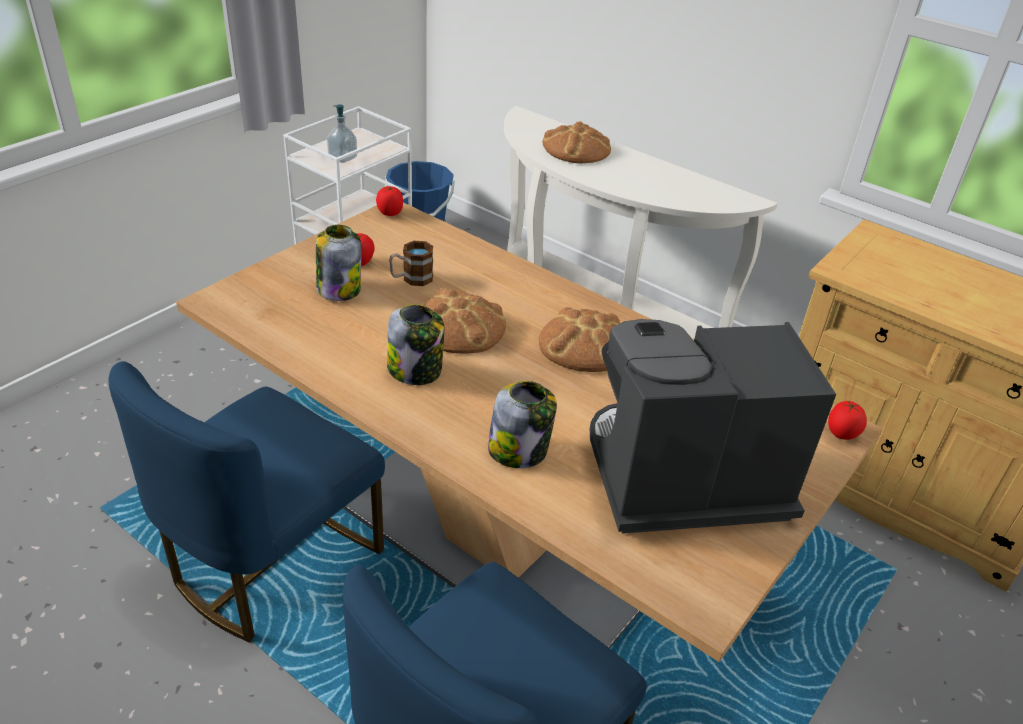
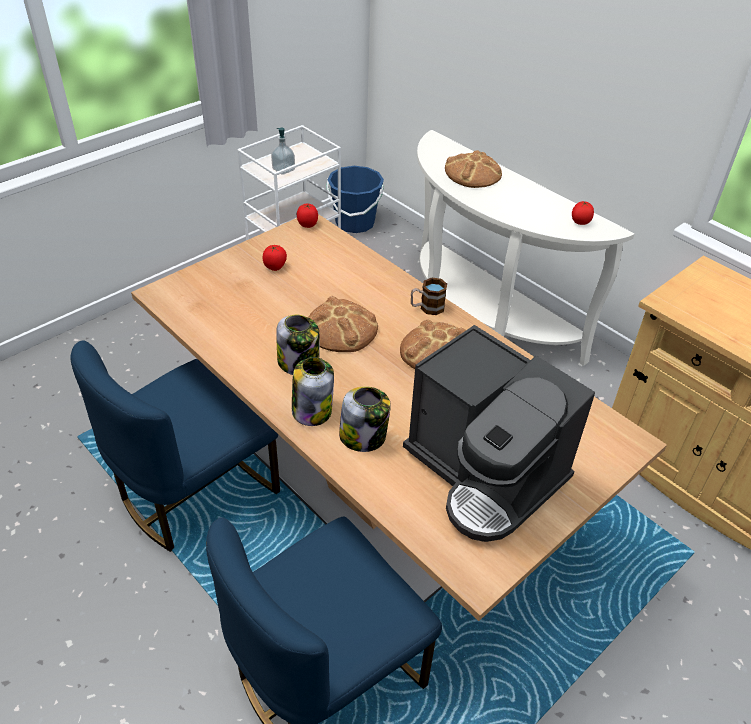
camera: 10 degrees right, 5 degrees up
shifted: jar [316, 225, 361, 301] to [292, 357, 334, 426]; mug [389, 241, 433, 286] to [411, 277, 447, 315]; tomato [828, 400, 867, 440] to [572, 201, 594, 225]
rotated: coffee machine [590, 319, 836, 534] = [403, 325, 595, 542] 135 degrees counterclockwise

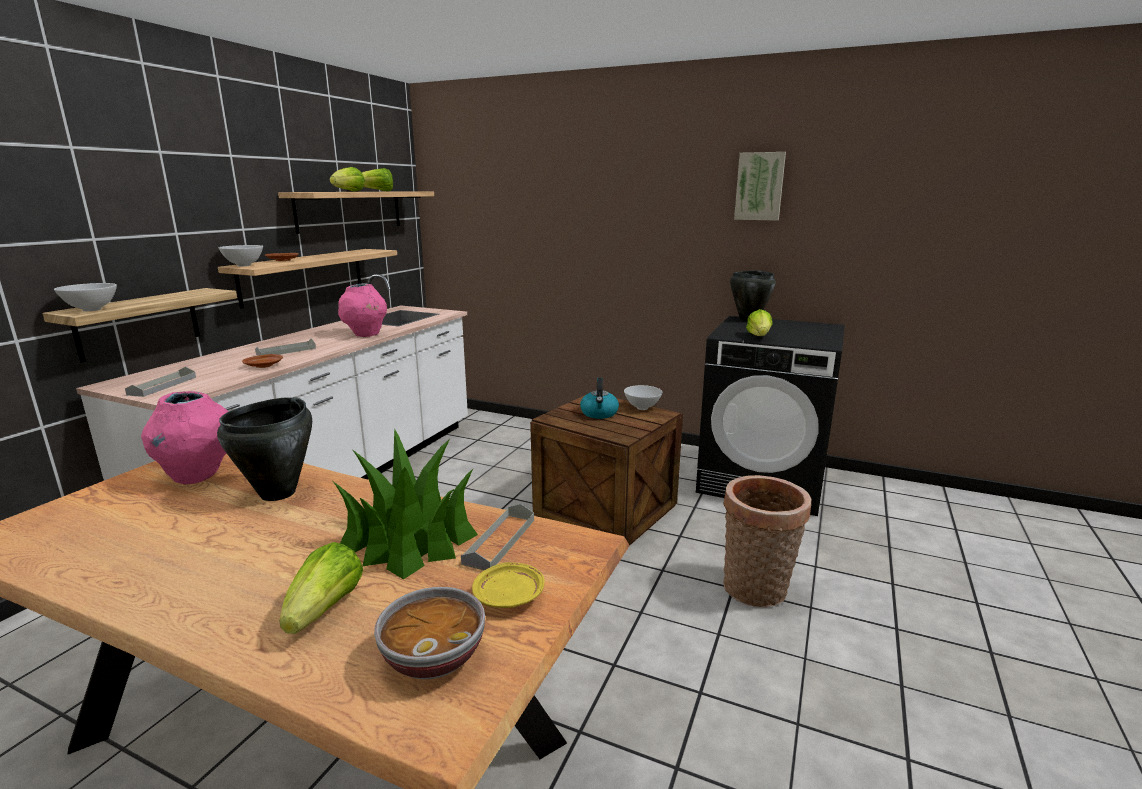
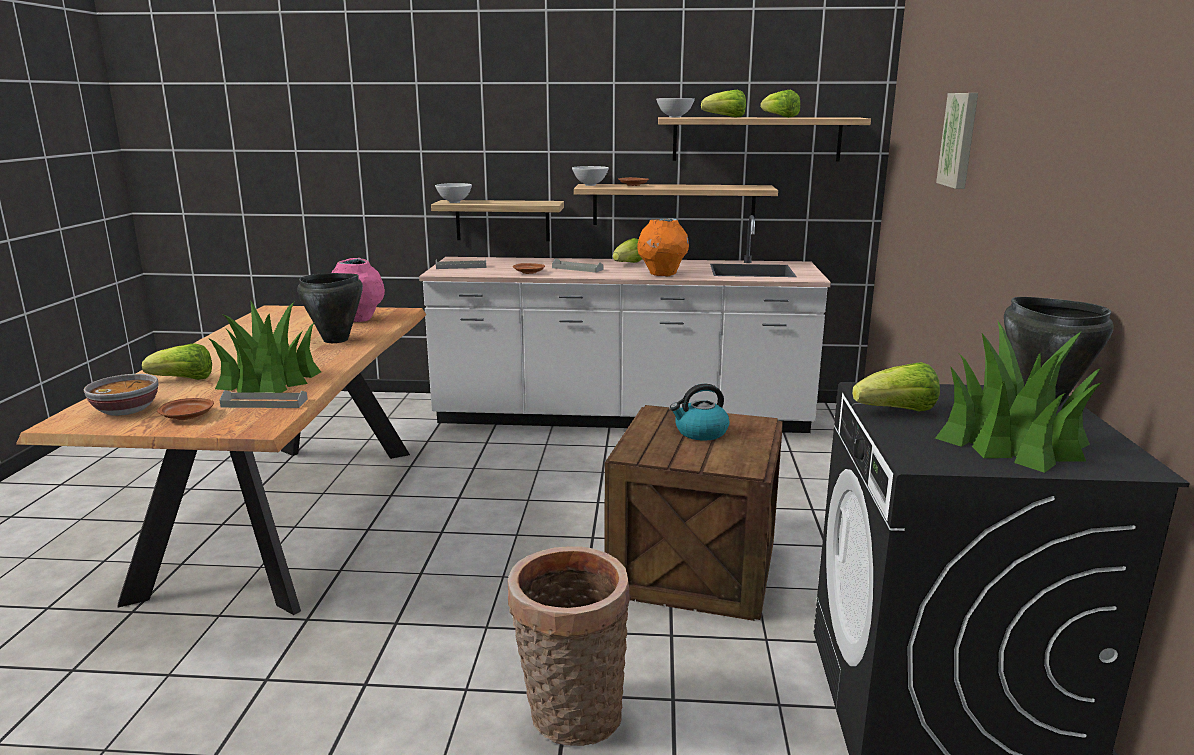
camera: 70 degrees right, 0 degrees up
new: lettuce [613, 238, 642, 263]; potted plant [935, 320, 1103, 473]
shifted: white bowl [624, 385, 662, 410] to [656, 98, 695, 118]; picture [734, 152, 786, 221] to [936, 93, 978, 189]
repainted: pink vase [338, 283, 387, 337] to orange vase [637, 219, 689, 276]; yellow plate [472, 562, 545, 608] to brown plate [157, 398, 214, 420]

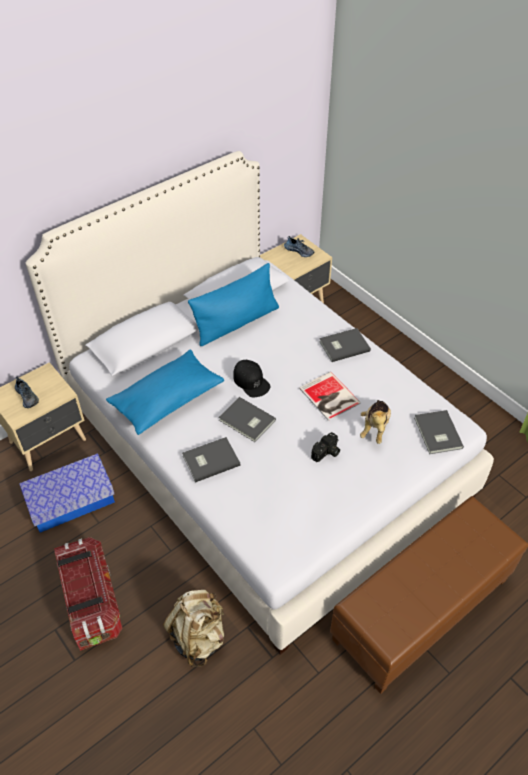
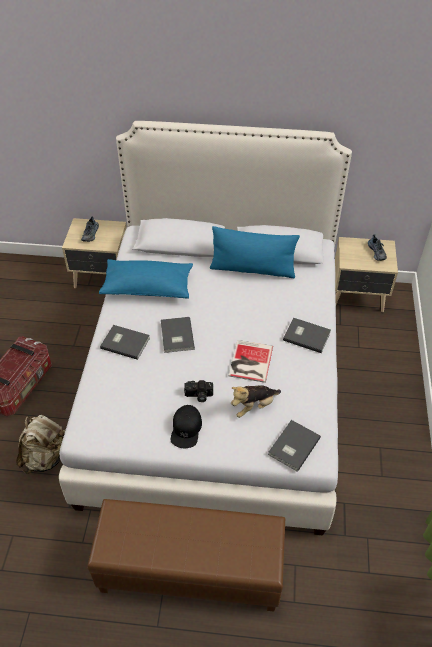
camera: 45 degrees right, 0 degrees up
gone: storage box [19, 453, 115, 533]
shifted: black cap [233, 360, 271, 397] to [171, 405, 202, 448]

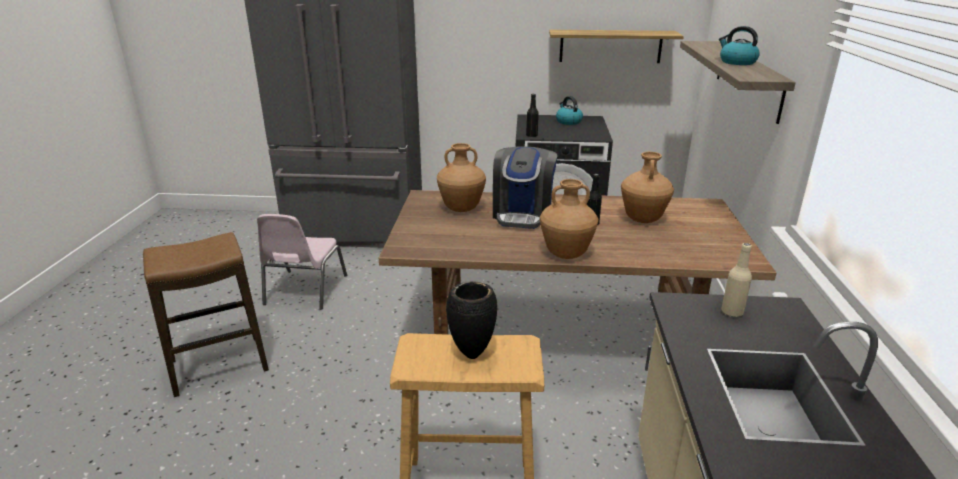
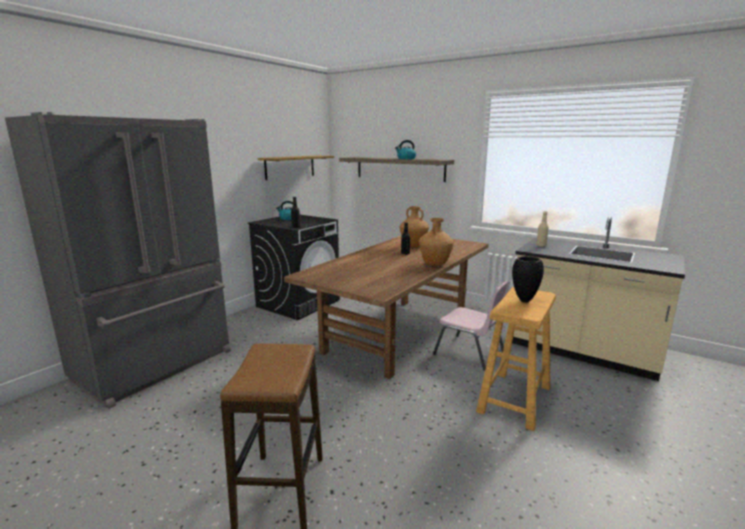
camera: 60 degrees left, 10 degrees down
gone: brown vase [437, 143, 486, 212]; coffee machine [493, 146, 557, 229]
shifted: pink chair [257, 214, 347, 310] to [433, 281, 510, 370]

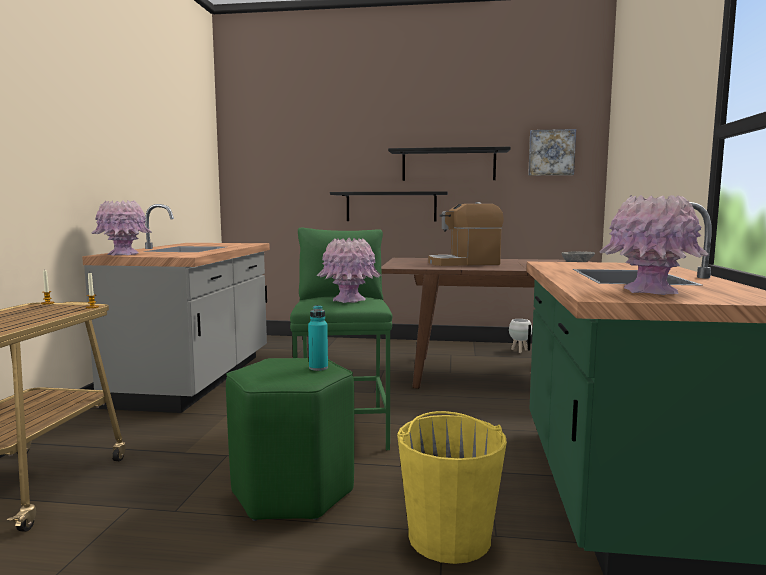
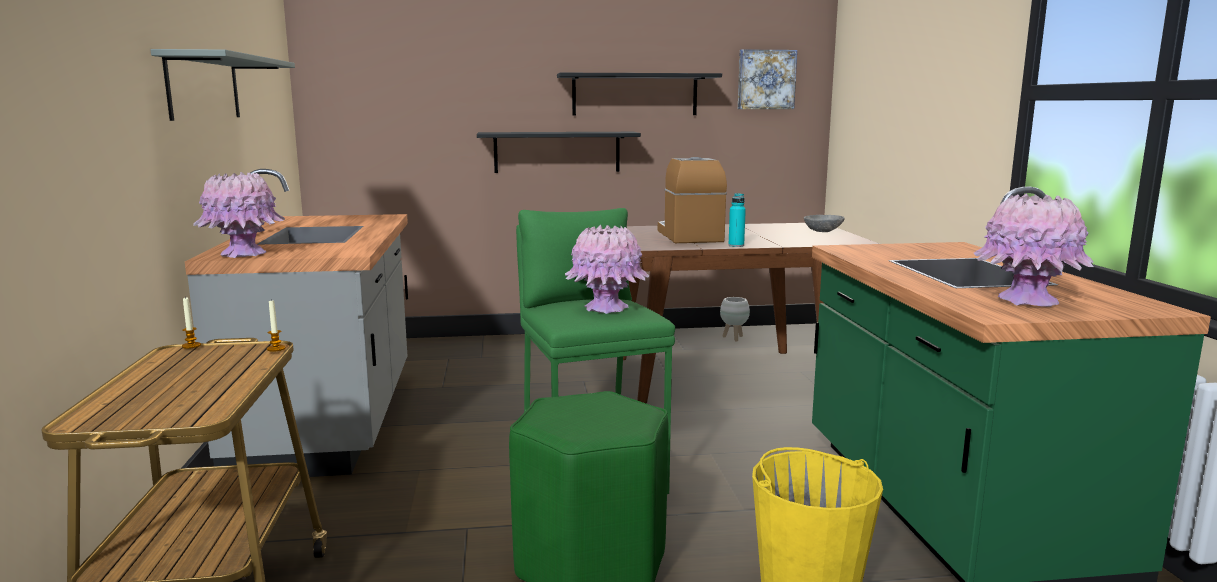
camera: 15 degrees left, 5 degrees up
new: grey shelf [151, 49, 295, 121]
shifted: turquoise bottle [308, 305, 328, 371] to [728, 193, 746, 247]
rotated: coffee machine [428, 202, 504, 266] = [658, 157, 727, 243] 105 degrees clockwise

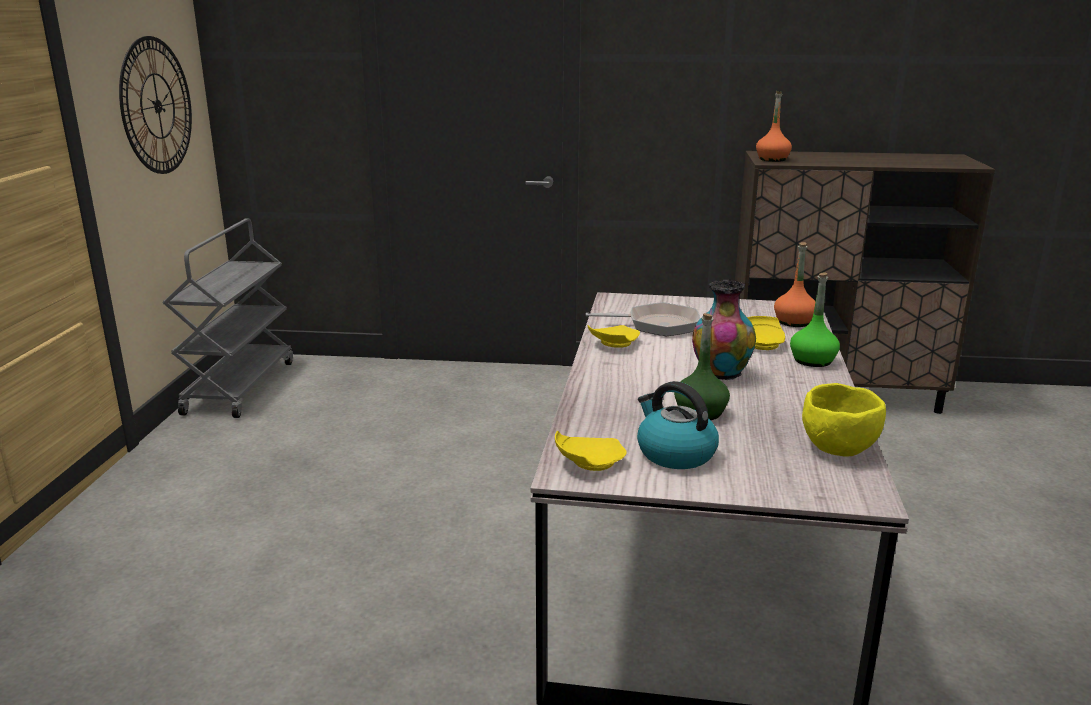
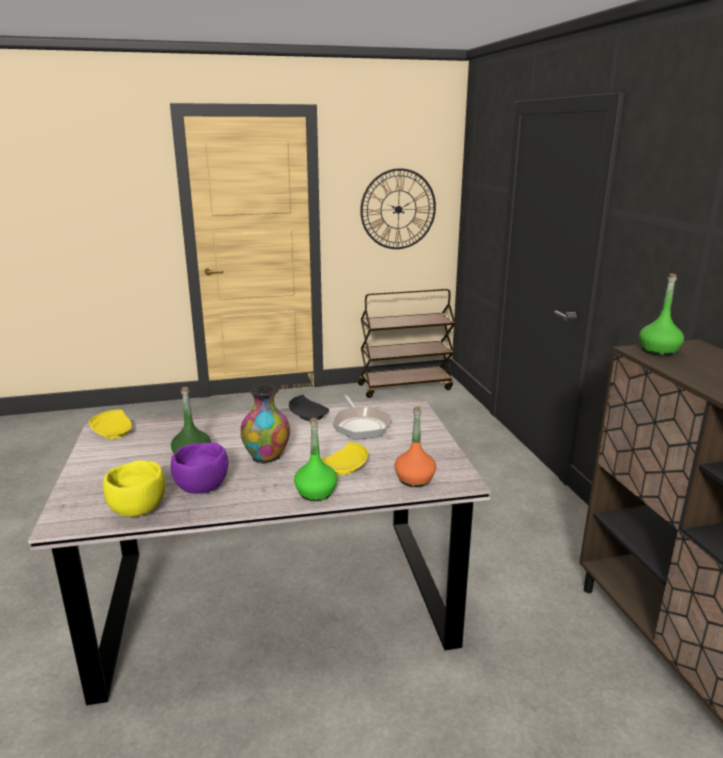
camera: 70 degrees right, 0 degrees up
gone: kettle [637, 381, 719, 469]
new: purple bowl [171, 443, 228, 494]
repainted: grey cart [163, 219, 293, 418] to brown cart [358, 289, 456, 398]; yellow plate [588, 325, 640, 348] to black plate [289, 395, 329, 421]; orange bottle [756, 91, 792, 162] to green bottle [639, 273, 684, 356]

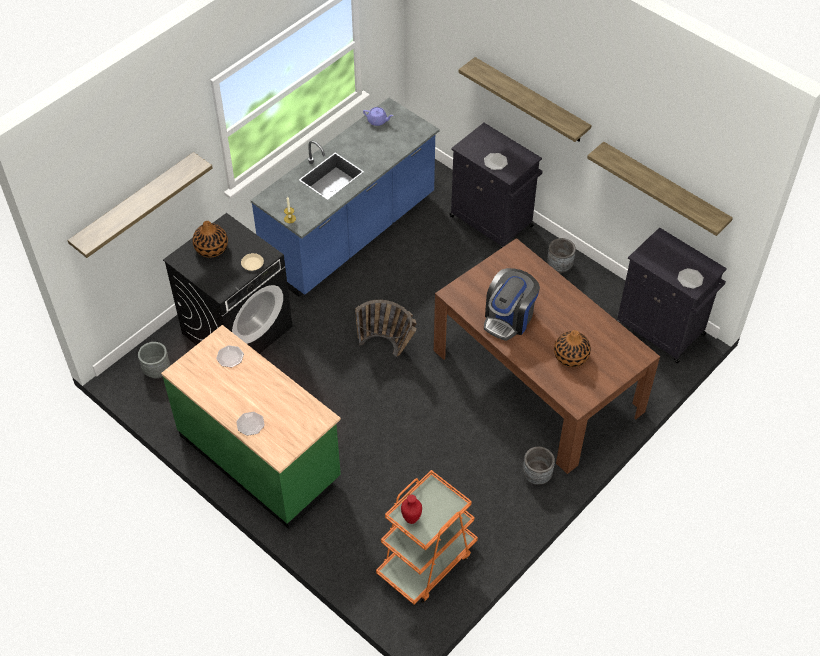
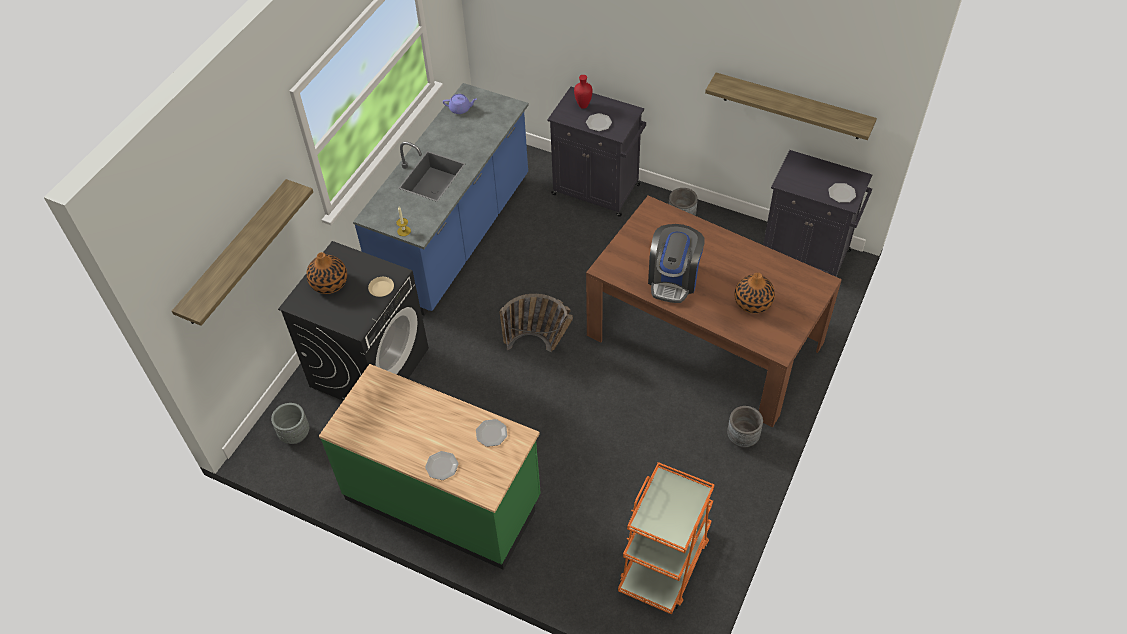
camera: 15 degrees left, 0 degrees up
gone: shelf [458, 57, 592, 142]
shifted: plate [216, 345, 244, 368] to [476, 419, 507, 447]; red vase [401, 494, 422, 524] to [574, 75, 593, 109]

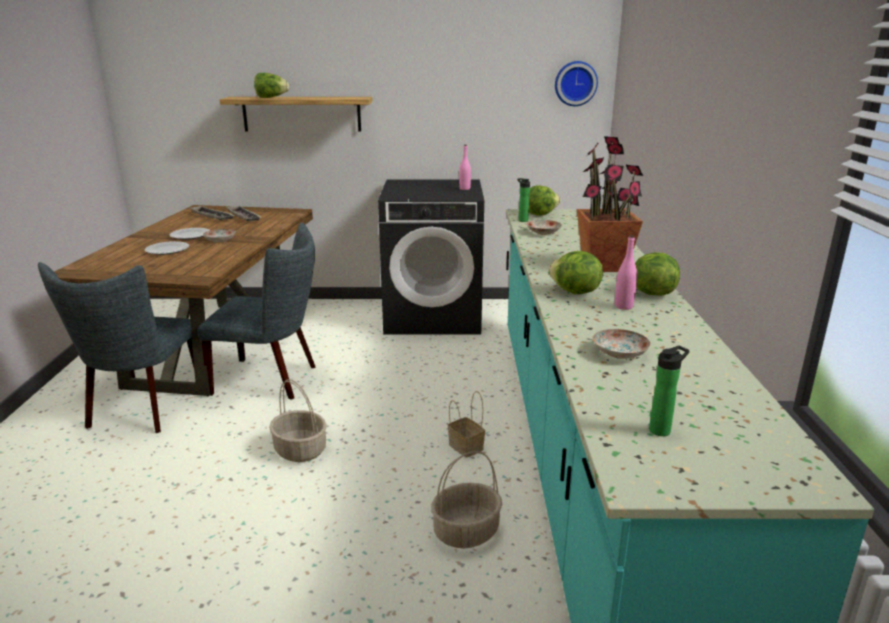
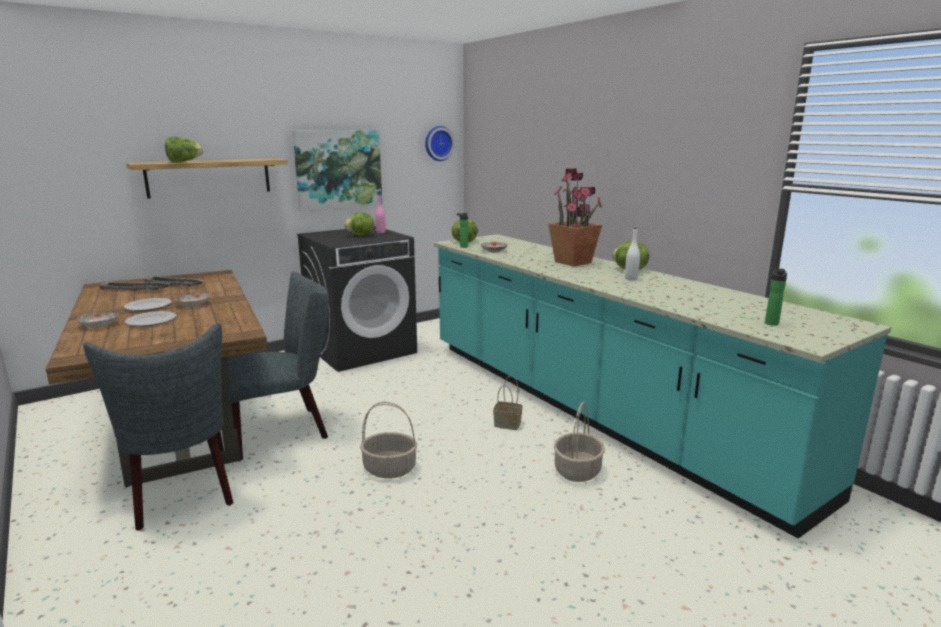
camera: 35 degrees left, 5 degrees down
new: picture [292, 130, 382, 211]
shifted: lettuce [548, 251, 603, 294] to [344, 213, 374, 236]; plate [592, 329, 651, 359] to [76, 311, 118, 328]
repainted: pink bottle [615, 235, 637, 310] to white bottle [625, 228, 640, 280]

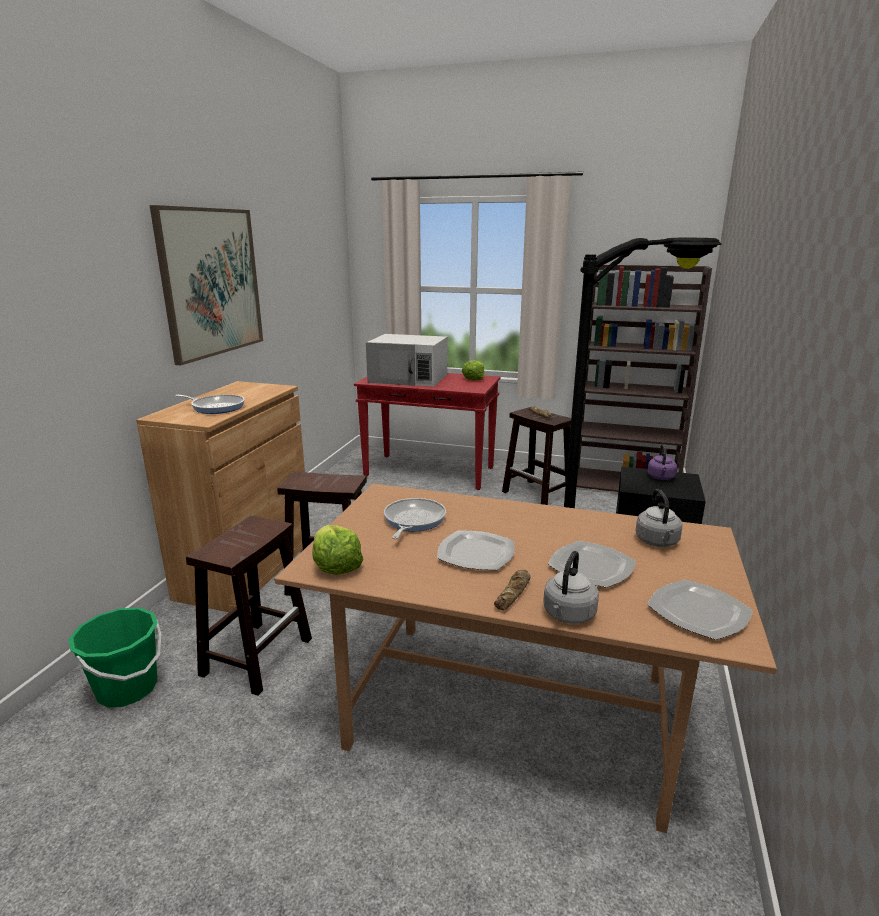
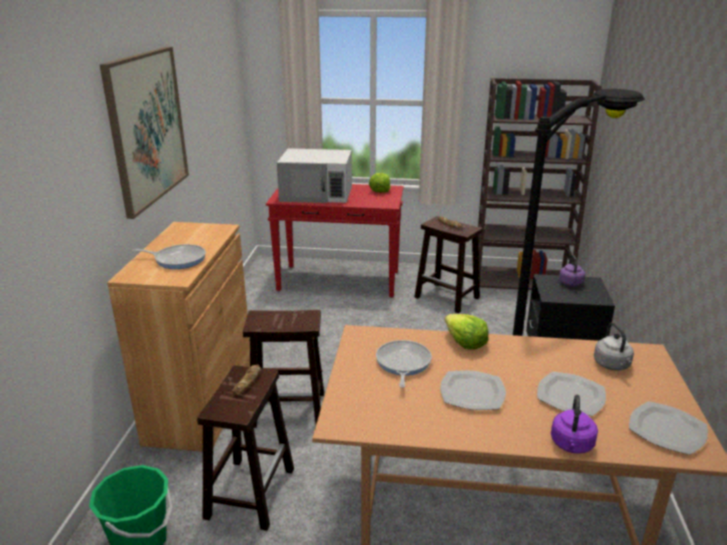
camera: 10 degrees left, 5 degrees up
shifted: lettuce [312, 525, 364, 575] to [445, 314, 489, 350]; bread [494, 570, 530, 610] to [232, 365, 261, 395]
repainted: grey kettle [543, 551, 599, 624] to purple kettle [551, 395, 598, 454]

